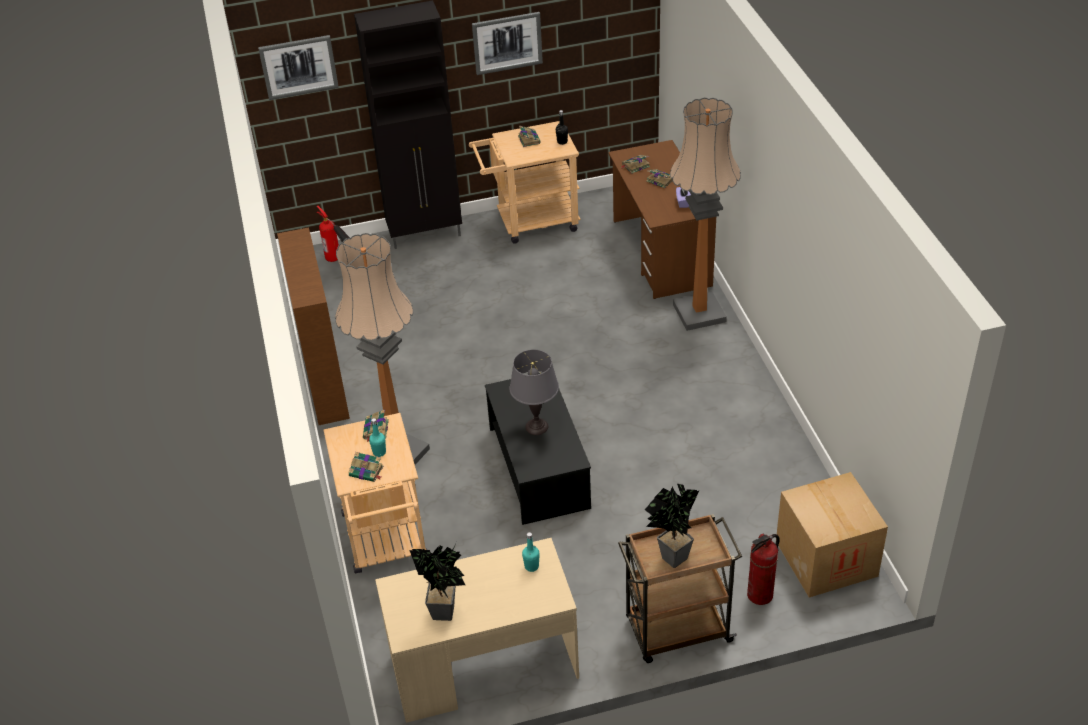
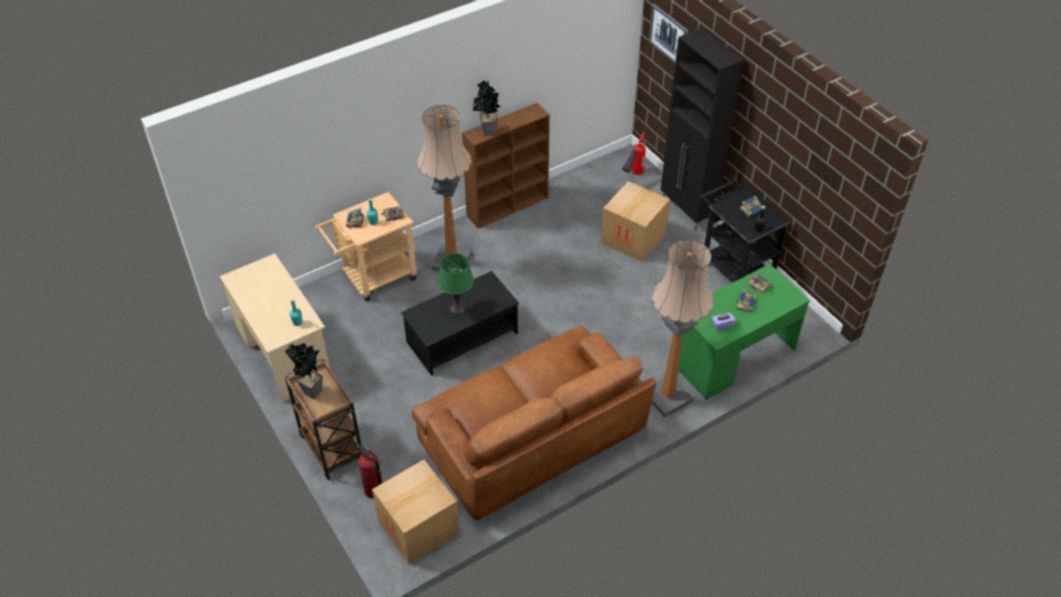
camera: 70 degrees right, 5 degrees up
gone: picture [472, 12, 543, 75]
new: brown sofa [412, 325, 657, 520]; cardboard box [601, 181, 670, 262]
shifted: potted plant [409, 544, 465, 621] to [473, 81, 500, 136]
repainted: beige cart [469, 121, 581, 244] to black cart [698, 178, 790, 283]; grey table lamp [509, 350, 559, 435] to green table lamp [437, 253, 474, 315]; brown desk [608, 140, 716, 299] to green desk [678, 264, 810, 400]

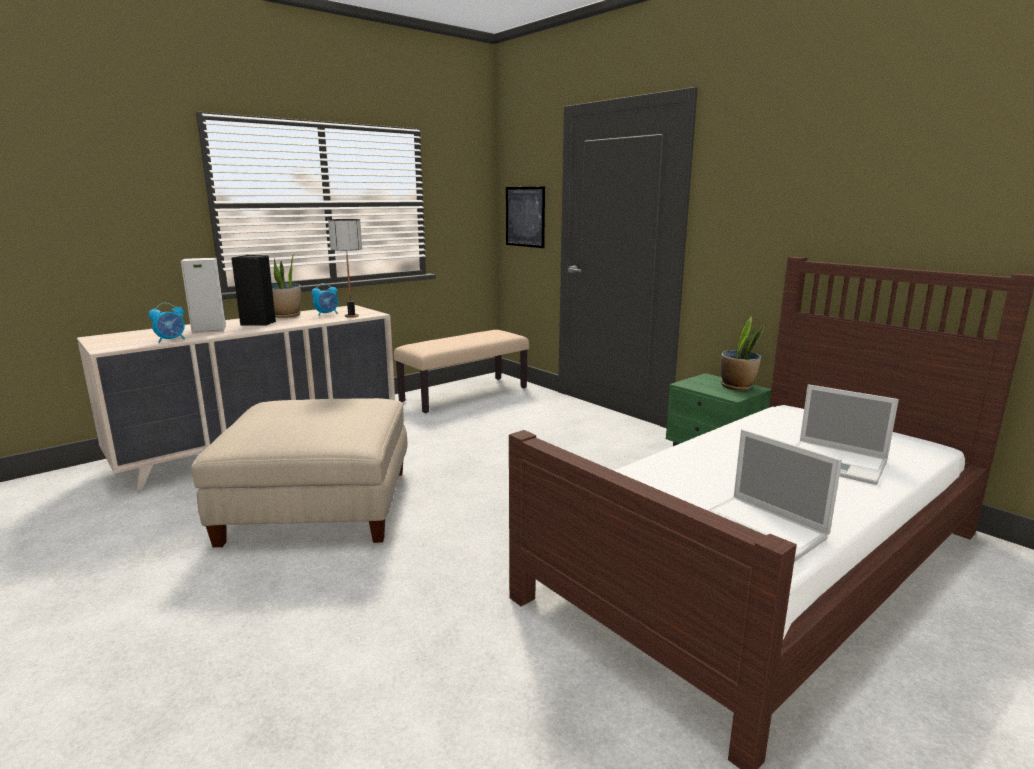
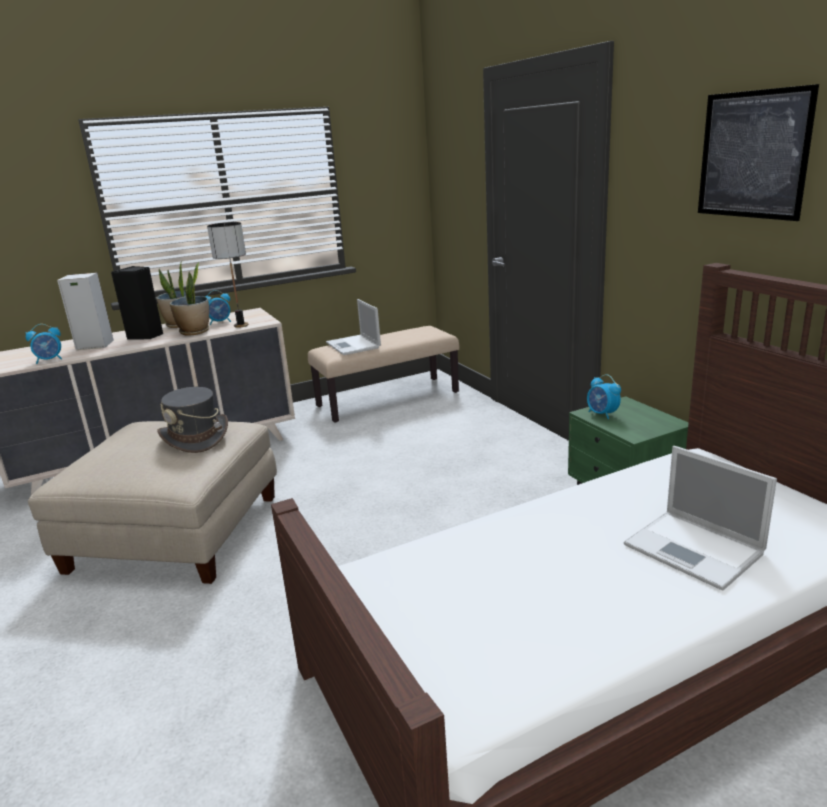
camera: 15 degrees right, 5 degrees up
new: grey hat [157, 387, 228, 453]; alarm clock [587, 374, 621, 419]
shifted: picture [506, 187, 545, 248] to [698, 84, 819, 221]; laptop [708, 429, 842, 562] to [326, 299, 381, 355]; potted plant [721, 316, 764, 390] to [170, 262, 209, 336]

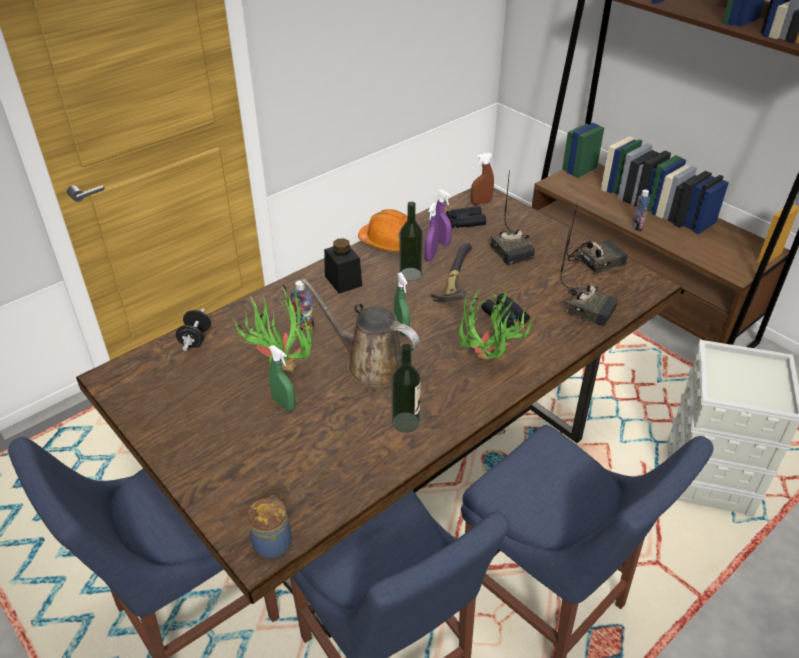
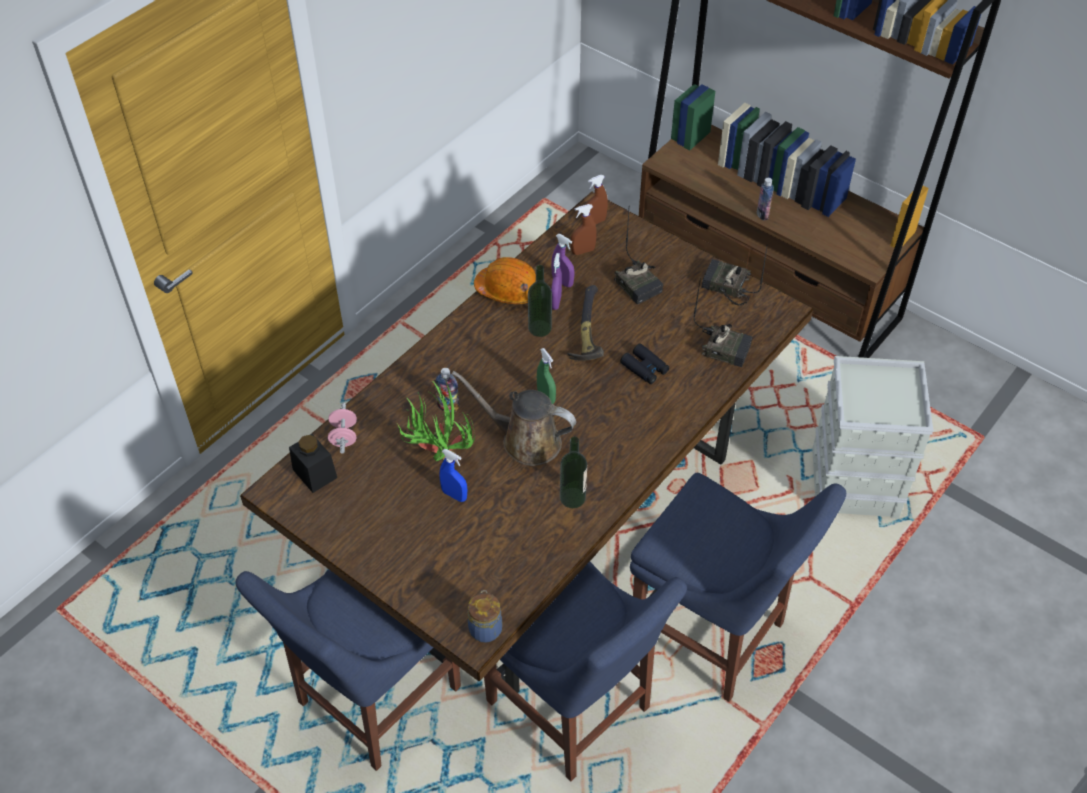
camera: 10 degrees left, 10 degrees up
gone: potted plant [457, 289, 536, 360]
shifted: black jar [324, 238, 362, 294] to [289, 434, 337, 493]
swapped: black binoculars [446, 206, 486, 228] to brown spray bottle [571, 204, 597, 255]
repainted: black dumbbell [176, 308, 211, 351] to pink dumbbell [328, 403, 357, 454]; green spray bottle [269, 345, 296, 411] to blue spray bottle [439, 449, 467, 502]
rotated: radio [566, 202, 628, 275] = [701, 247, 767, 306] 120 degrees counterclockwise

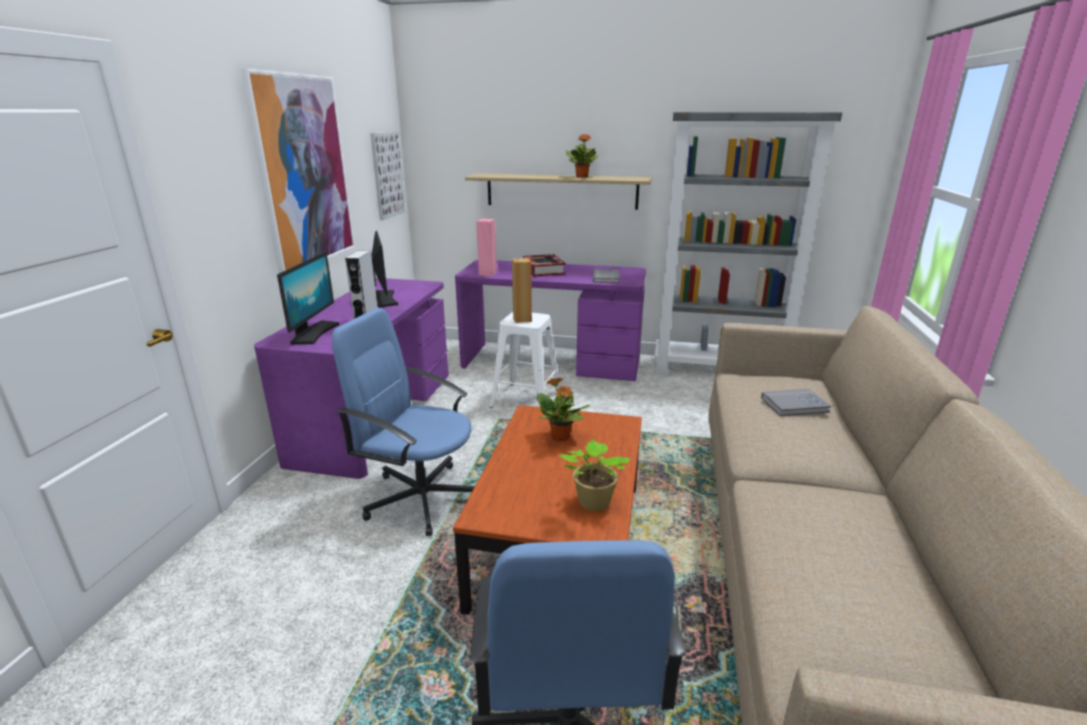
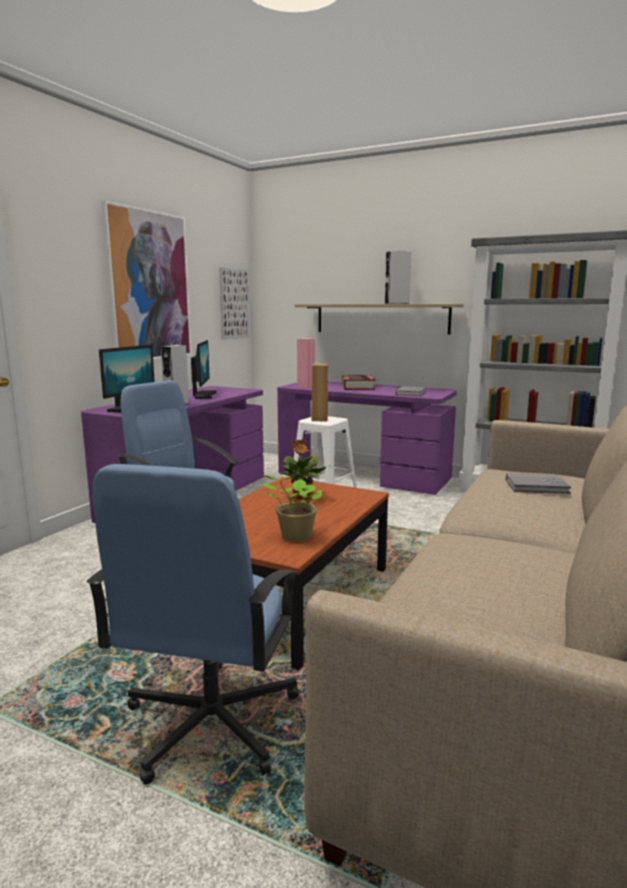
camera: 15 degrees right, 10 degrees down
swapped: potted plant [566, 134, 598, 178] to grey speaker [385, 251, 411, 304]

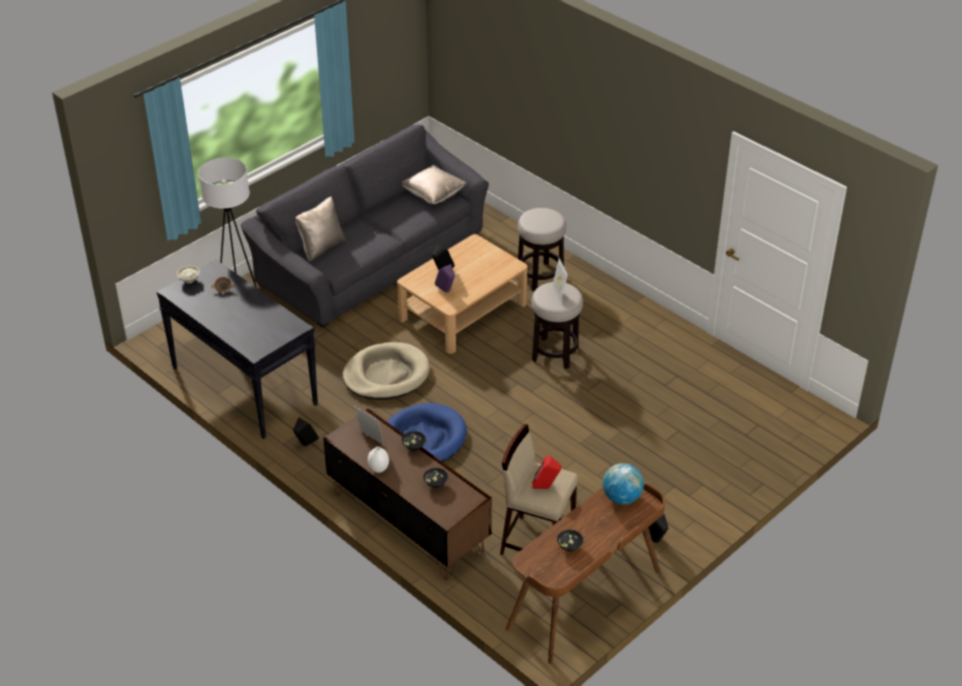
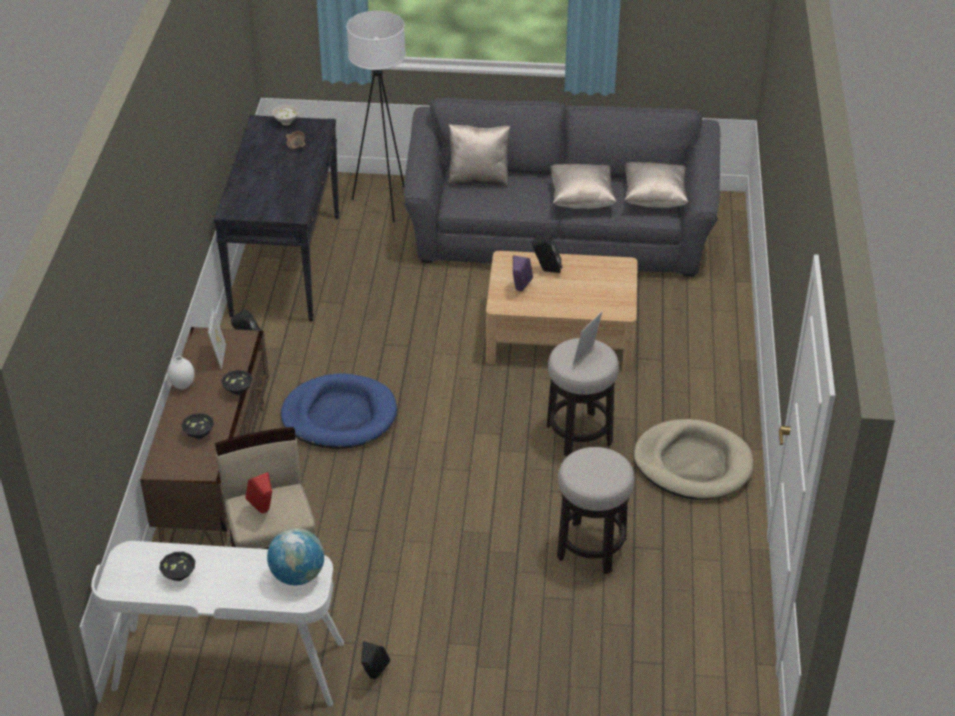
camera: 50 degrees right, 0 degrees up
new: beige pillow [550, 164, 616, 209]
shifted: beige dog bed [343, 342, 430, 400] to [634, 419, 754, 500]; stool [518, 208, 566, 291] to [557, 447, 635, 574]
repainted: brown desk [506, 483, 665, 664] to white desk [91, 541, 344, 706]

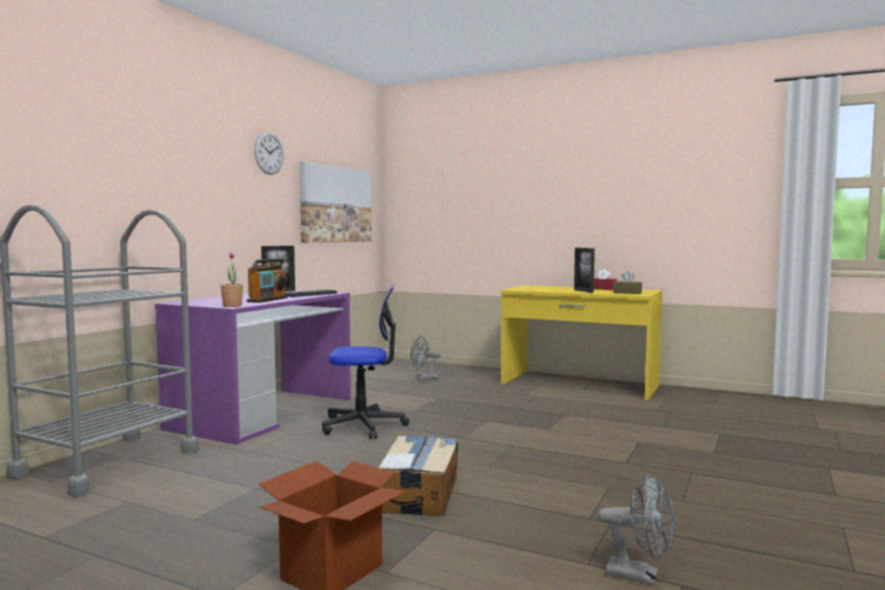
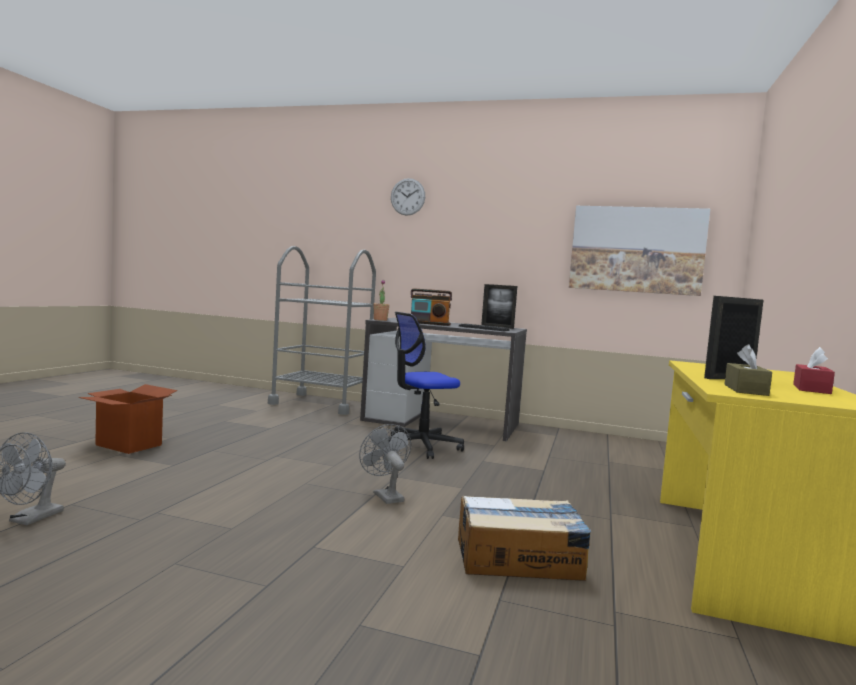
camera: 80 degrees right, 0 degrees up
shifted: wall clock [254, 132, 284, 175] to [391, 178, 425, 216]; cardboard box [378, 436, 458, 516] to [458, 496, 591, 581]; grey fan [410, 335, 441, 380] to [359, 424, 412, 504]
repainted: purple desk [155, 290, 351, 445] to grey desk [360, 318, 527, 441]
rotated: office chair [322, 284, 409, 439] = [389, 312, 464, 459] 75 degrees clockwise

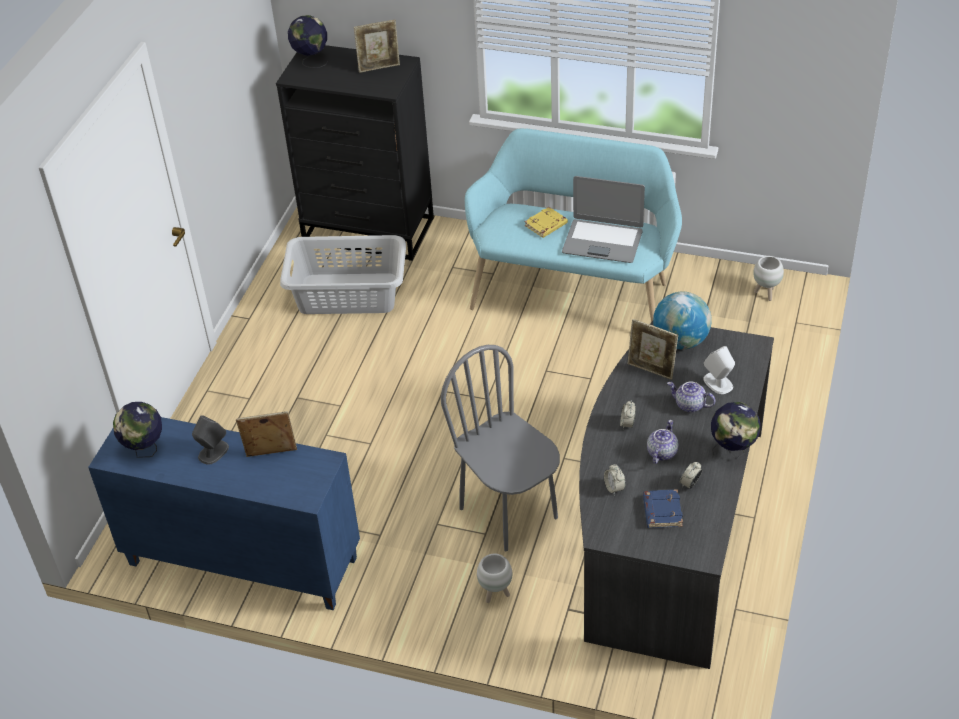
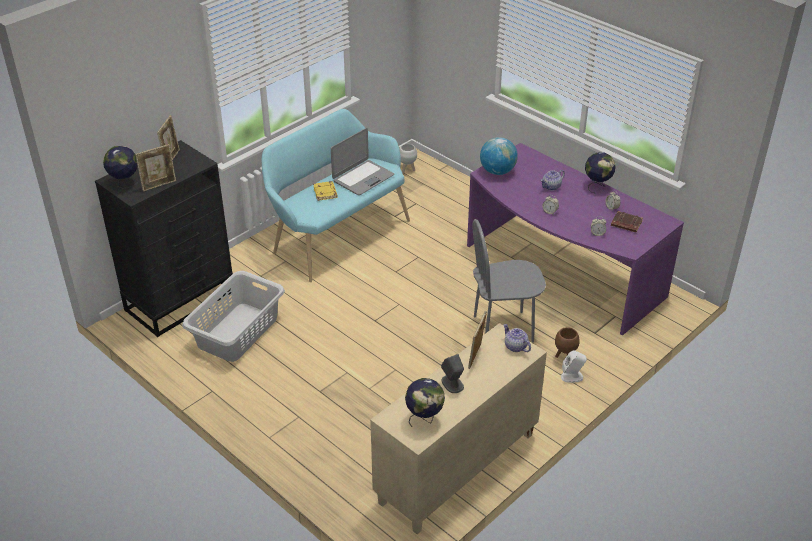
camera: 65 degrees left, 5 degrees down
shifted: picture frame [628, 319, 678, 380] to [135, 144, 176, 192]; teapot [647, 420, 678, 464] to [503, 324, 531, 352]; white speaker [703, 346, 735, 394] to [561, 350, 587, 383]
repainted: blue cabinet [88, 417, 360, 610] to beige cabinet [370, 323, 547, 534]; white planter [477, 554, 512, 603] to brown planter [555, 327, 580, 358]; grey desk [579, 321, 774, 669] to purple desk [467, 143, 684, 336]; blue book [643, 489, 683, 528] to brown book [611, 211, 643, 232]

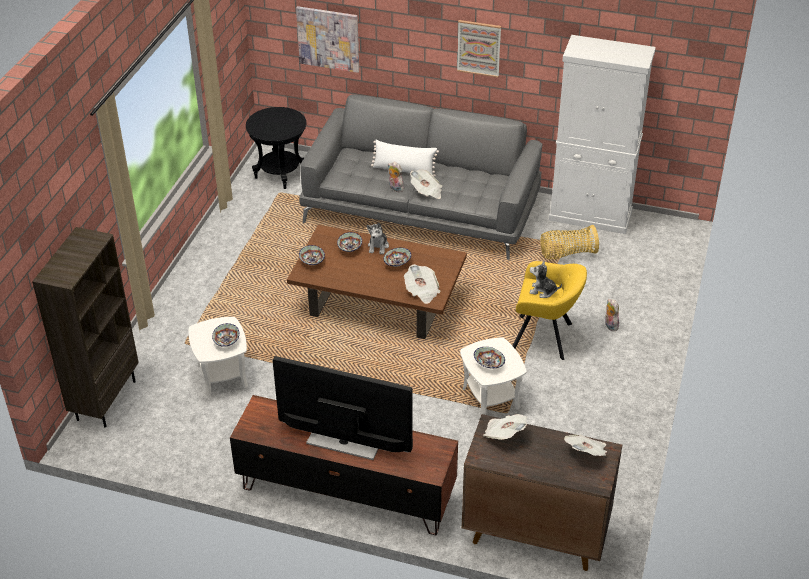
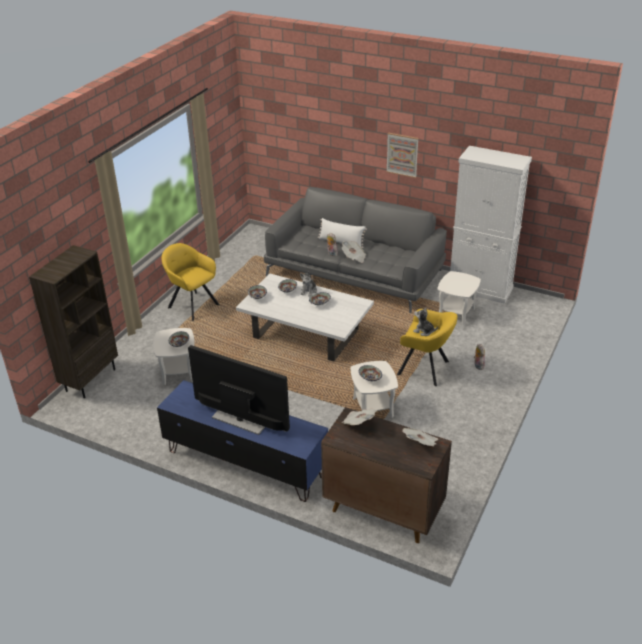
camera: 10 degrees right, 5 degrees down
gone: black side table [246, 107, 306, 189]; picture [296, 6, 359, 73]; newspaper [404, 264, 441, 304]
new: yellow armchair [161, 243, 220, 321]
swapped: basket [540, 225, 599, 259] to white side table [437, 271, 481, 325]
repainted: brown tv stand [230, 395, 458, 535] to blue tv stand [157, 380, 328, 502]; brown coffee table [287, 225, 467, 339] to white coffee table [236, 273, 374, 362]

